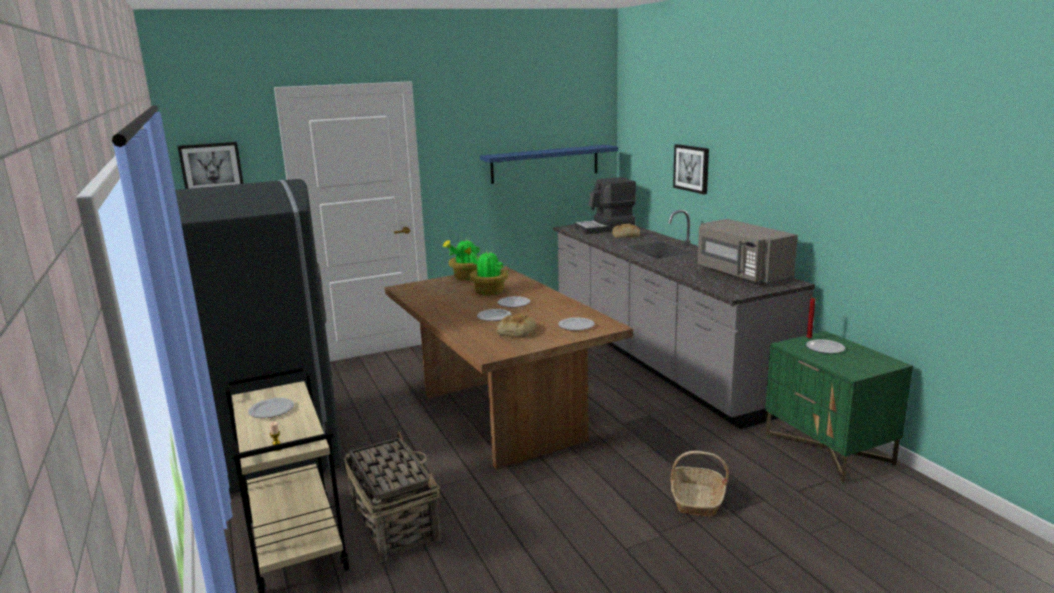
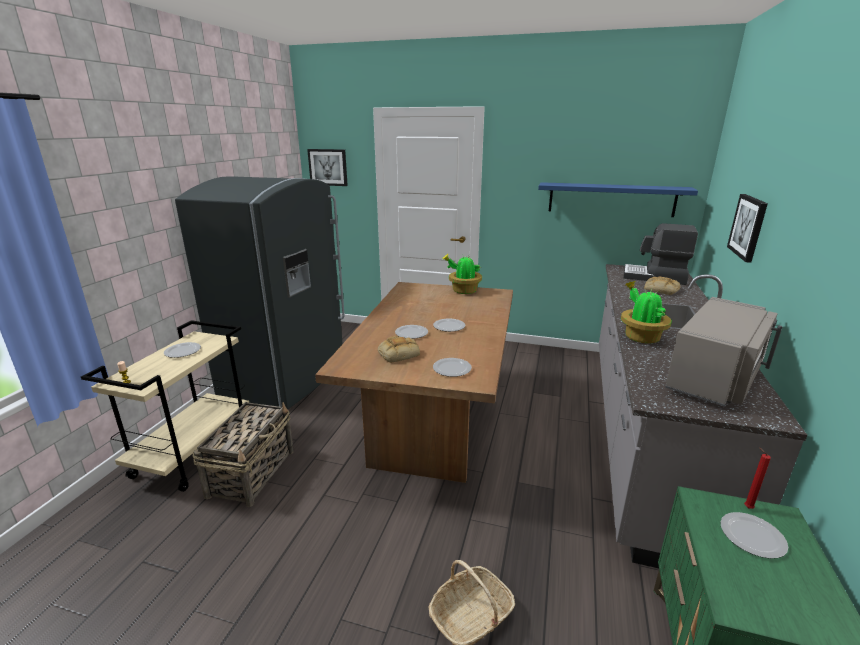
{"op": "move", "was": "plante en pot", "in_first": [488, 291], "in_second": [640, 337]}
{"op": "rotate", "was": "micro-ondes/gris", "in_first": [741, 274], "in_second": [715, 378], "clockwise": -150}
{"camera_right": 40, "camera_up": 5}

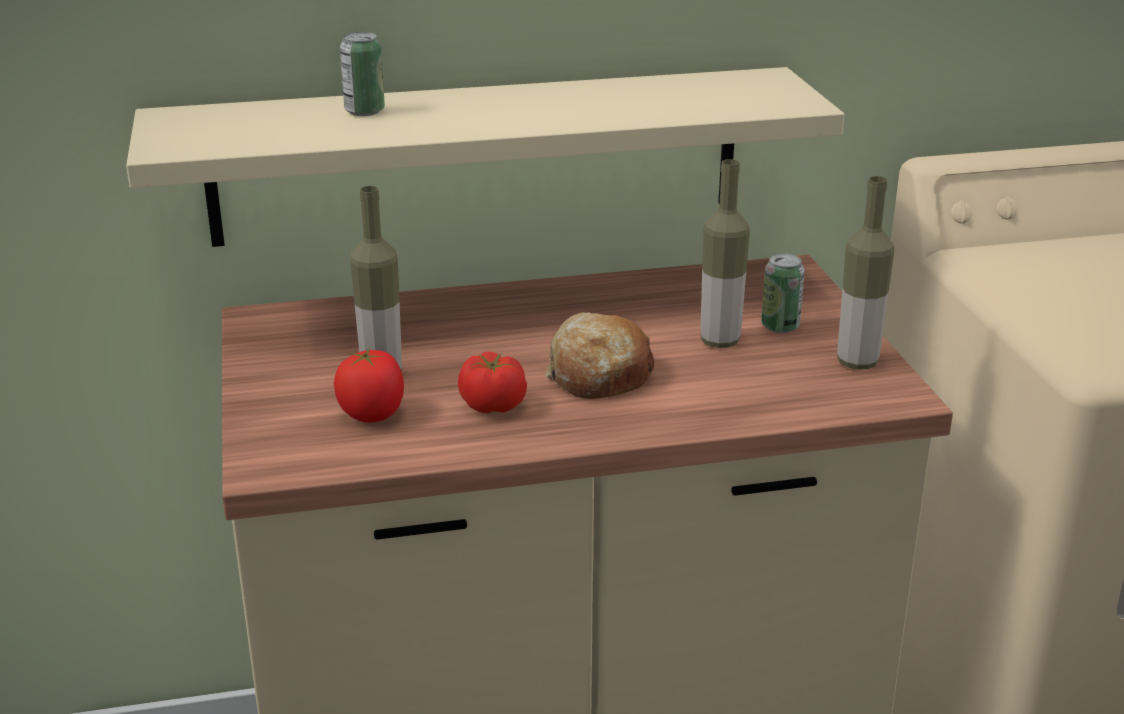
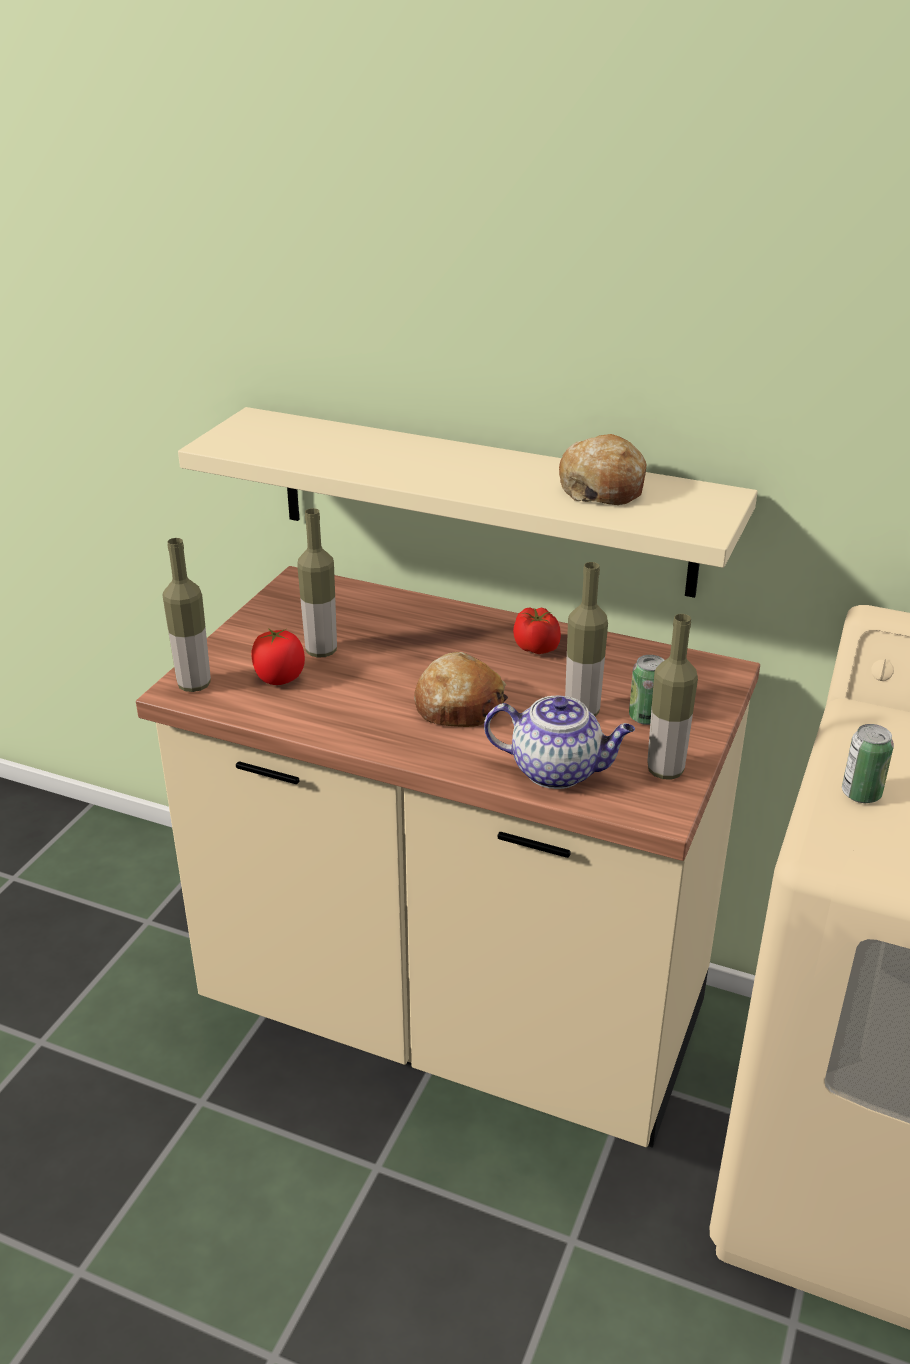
{"op": "insert", "now": "bouteille", "in_second": [194, 685]}
{"op": "insert", "now": "théière", "in_second": [558, 771]}
{"op": "insert", "now": "pain", "in_second": [602, 488]}
{"op": "move", "was": "boîte métallique", "in_first": [364, 111], "in_second": [861, 794]}
{"op": "move", "was": "tomate", "in_first": [493, 406], "in_second": [536, 648]}
{"camera_right": 35, "camera_up": 5}

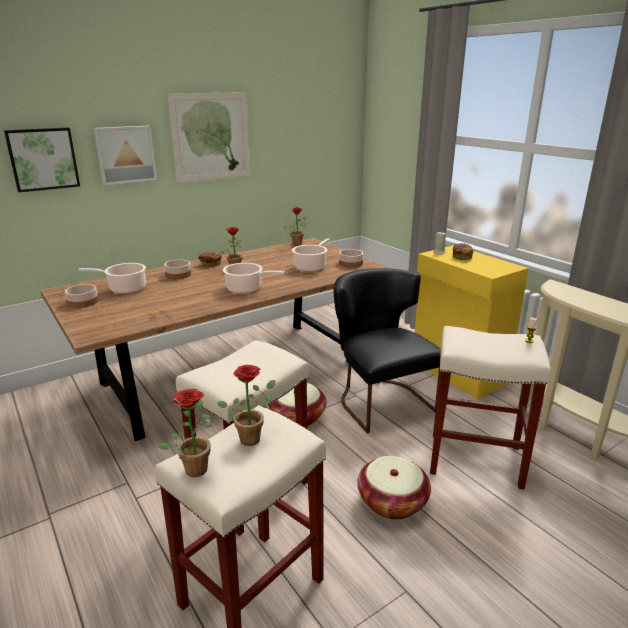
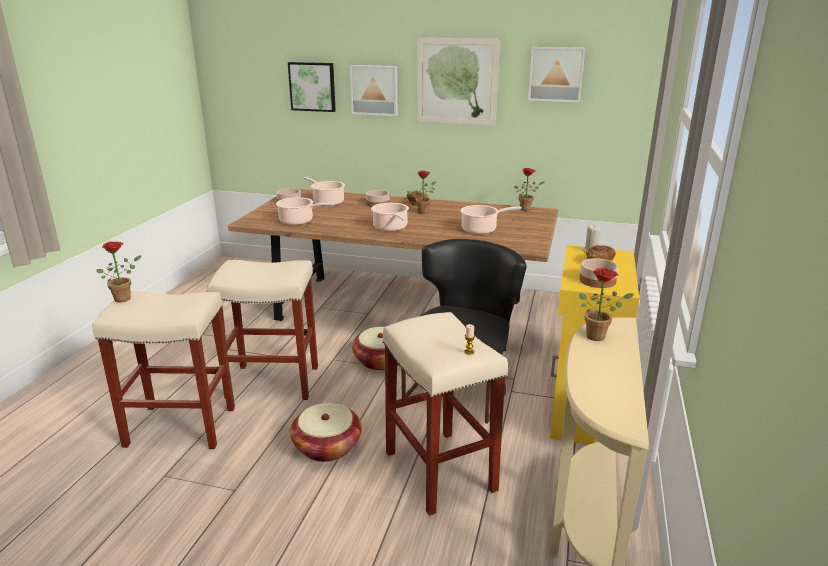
{"op": "insert", "now": "marmite", "in_second": [298, 221]}
{"op": "insert", "now": "tableau", "in_second": [556, 74]}
{"op": "move", "was": "plante en pot", "in_first": [252, 437], "in_second": [599, 336]}
{"op": "move", "was": "bol", "in_first": [350, 263], "in_second": [597, 280]}
{"camera_right": 50, "camera_up": 0}

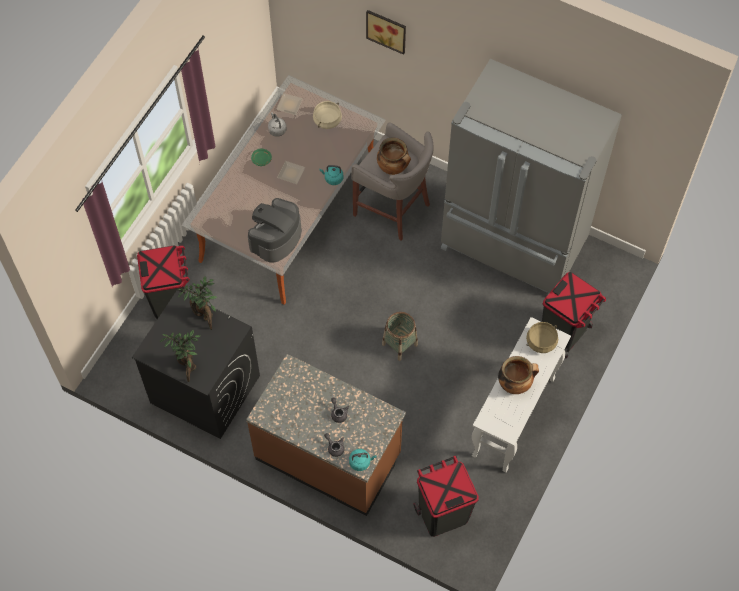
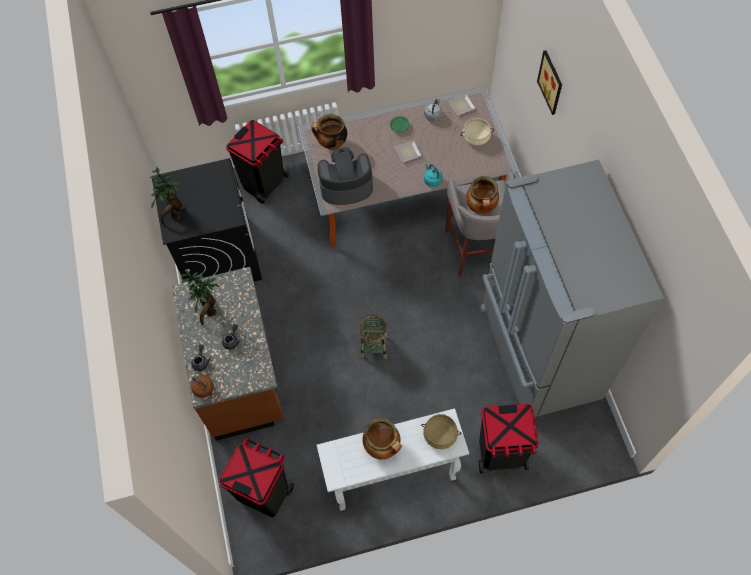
{"op": "insert", "now": "marmite", "in_second": [331, 144]}
{"op": "move", "was": "plante en pot", "in_first": [204, 316], "in_second": [209, 310]}
{"op": "recolor", "was": "bouilloire/turquoise", "now": "bouilloire/marron", "in_first": [361, 462], "in_second": [204, 389]}
{"camera_right": 50, "camera_up": 0}

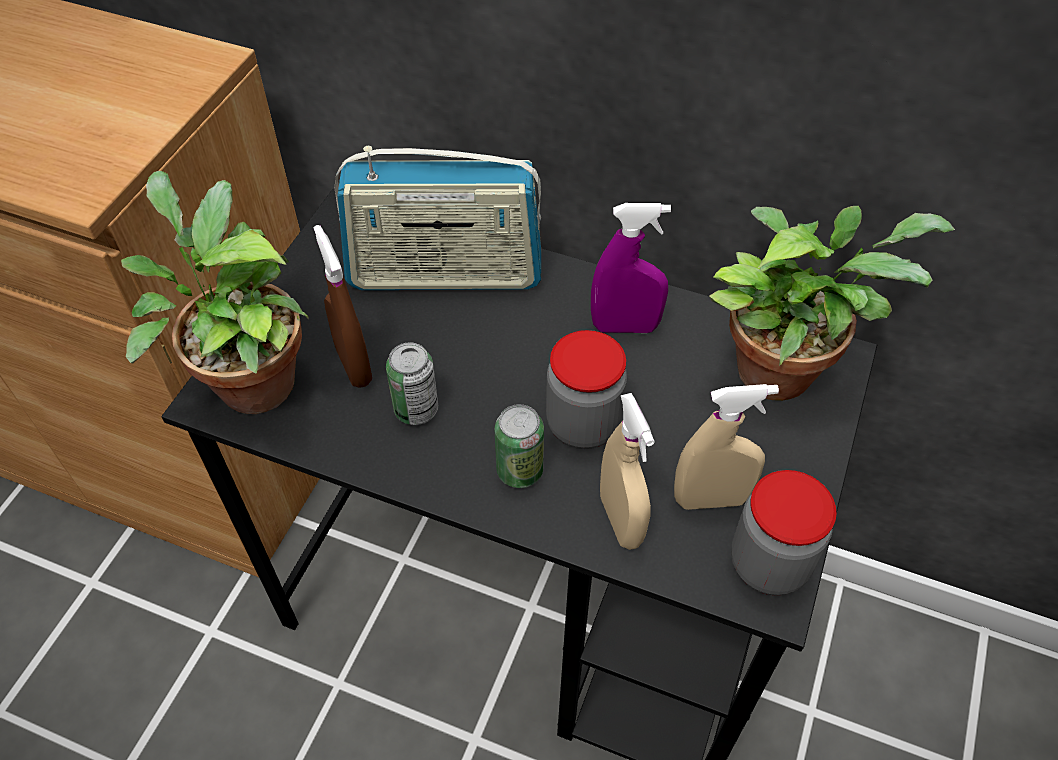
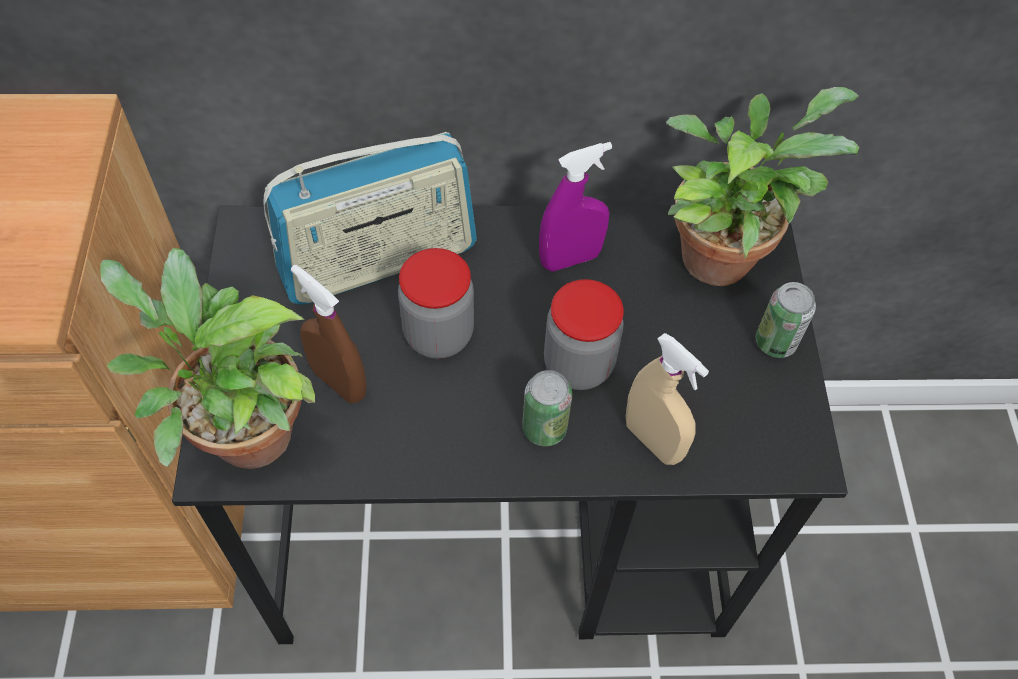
{"op": "delete", "was": "vaporisateur/beige", "in_first": [710, 499]}
{"op": "move", "was": "boîte métallique", "in_first": [416, 409], "in_second": [775, 342]}
{"op": "move", "was": "bocal", "in_first": [768, 564], "in_second": [438, 334]}
{"camera_right": -25, "camera_up": 5}

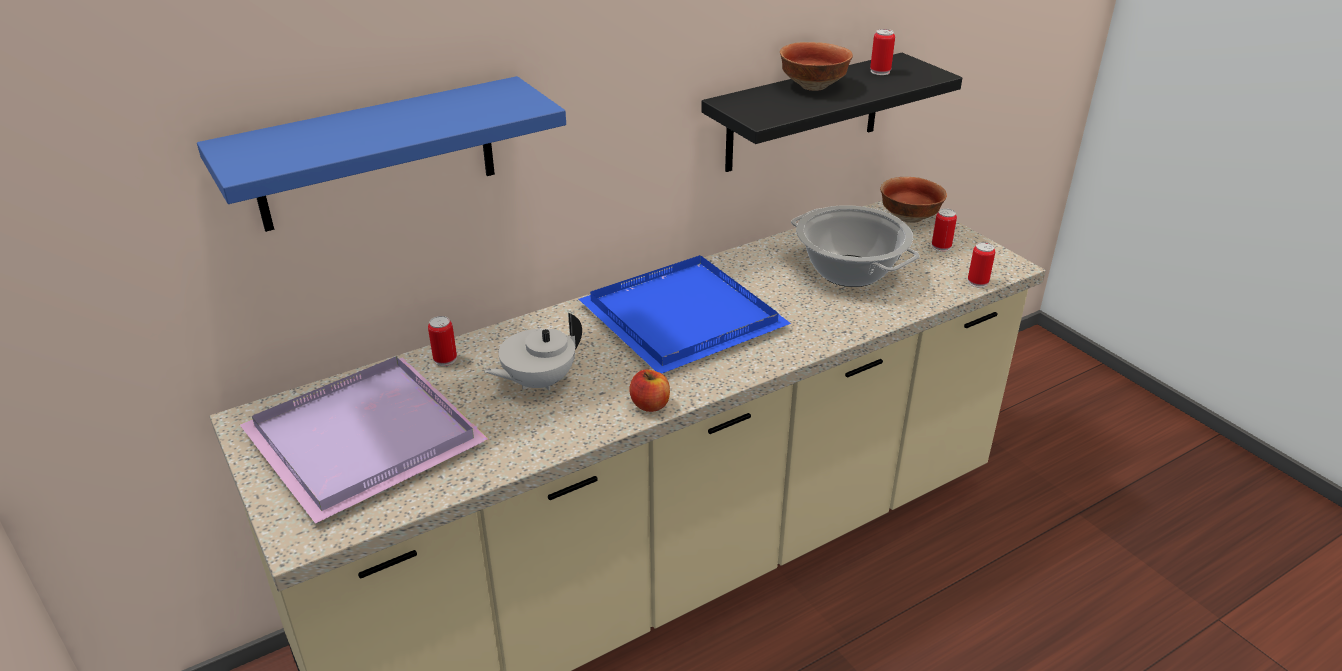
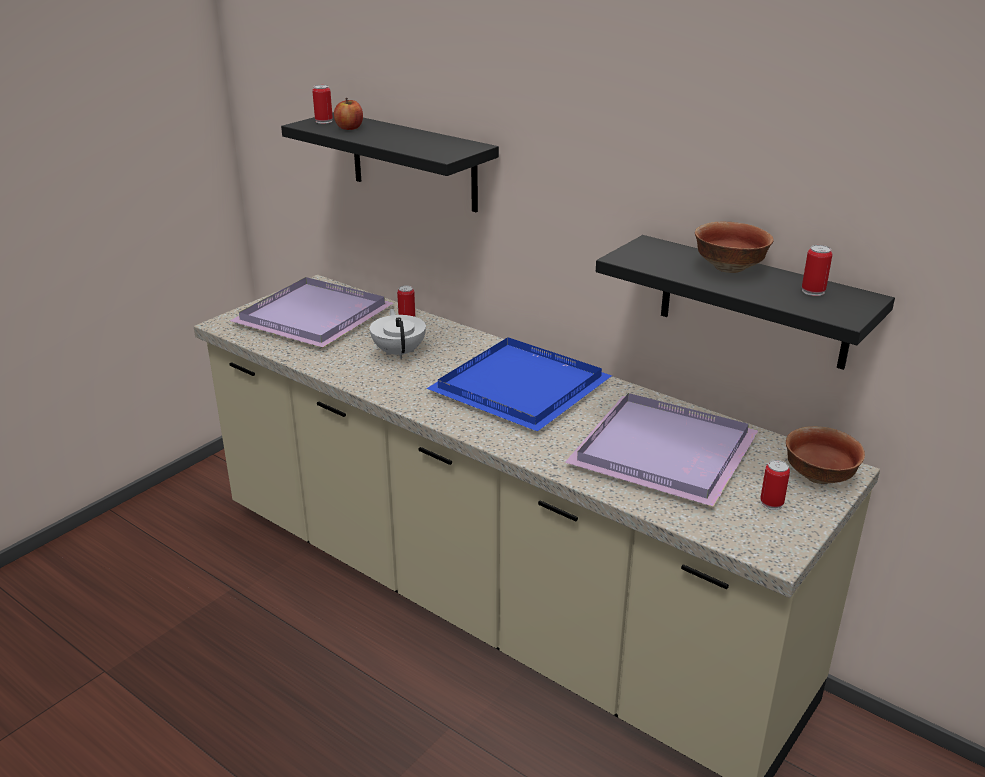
{"op": "move", "was": "pomme", "in_first": [650, 405], "in_second": [349, 128]}
{"op": "move", "was": "boîte métallique", "in_first": [977, 282], "in_second": [324, 121]}
{"op": "replace", "was": "marmite", "now": "plateau/violet", "in_first": [850, 271], "in_second": [665, 454]}
{"op": "recolor", "was": "étagère/bleu", "now": "étagère/noir", "in_first": [376, 154], "in_second": [413, 162]}
{"op": "rotate", "was": "théière/blanc", "in_first": [538, 382], "in_second": [399, 352], "clockwise": 45}
{"camera_right": 70, "camera_up": -5}

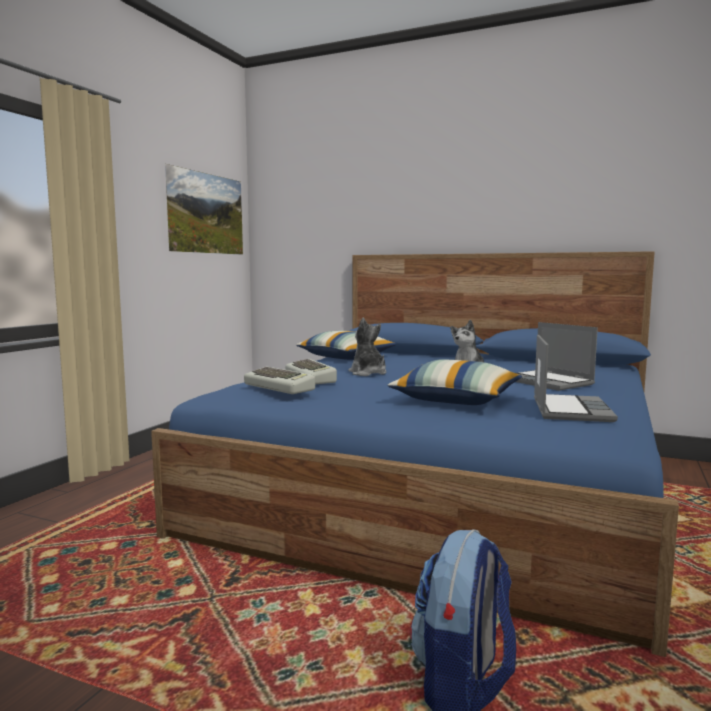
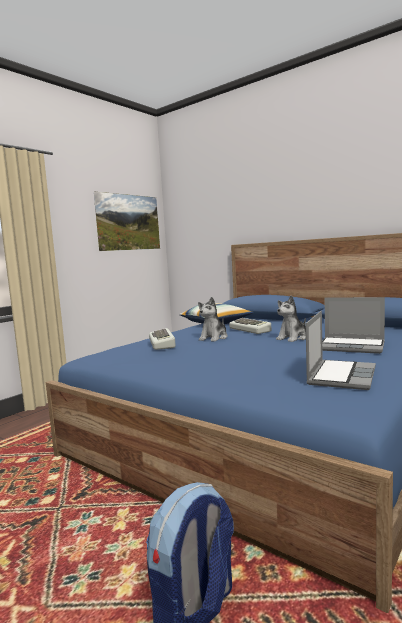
{"op": "delete", "was": "coussin", "in_first": [456, 400]}
{"op": "move", "was": "clavier", "in_first": [280, 387], "in_second": [251, 330]}
{"op": "rotate", "was": "peluche", "in_first": [368, 373], "in_second": [214, 338], "clockwise": -135}
{"op": "rotate", "was": "ordinateur portable", "in_first": [549, 382], "in_second": [352, 346], "clockwise": -45}
{"camera_right": 15, "camera_up": 0}

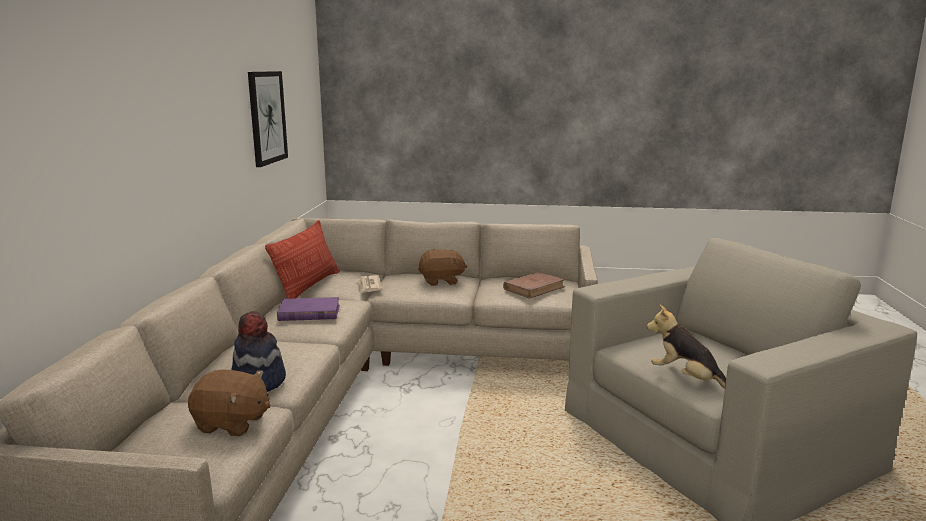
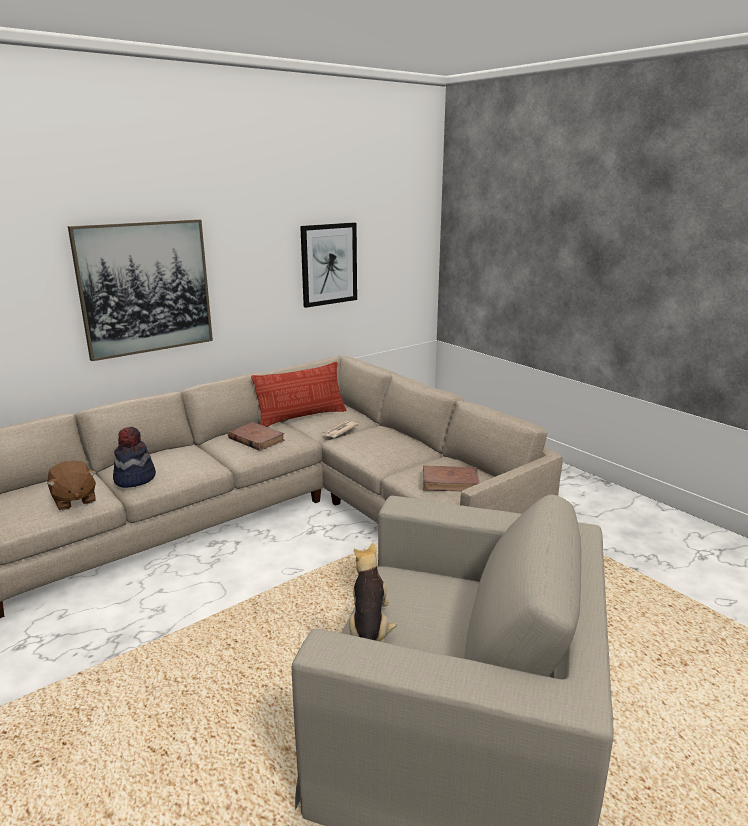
{"op": "delete", "was": "peluche/marron", "in_first": [441, 281]}
{"op": "insert", "now": "tableau", "in_second": [145, 288]}
{"op": "recolor", "was": "livre/violet", "now": "livre/marron", "in_first": [309, 313], "in_second": [256, 439]}
{"camera_right": 45, "camera_up": 5}

